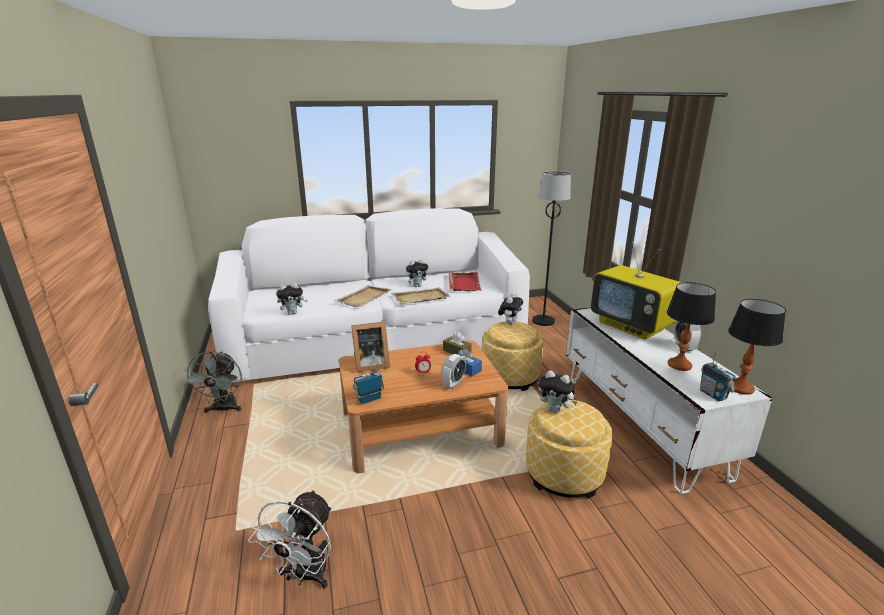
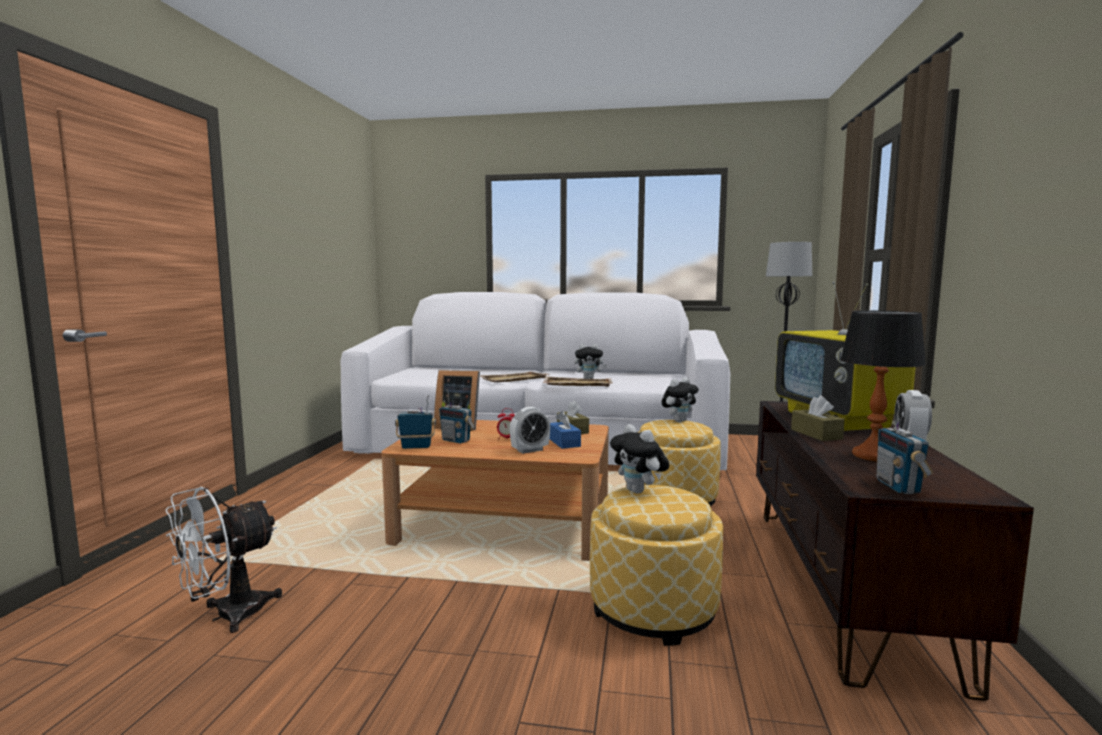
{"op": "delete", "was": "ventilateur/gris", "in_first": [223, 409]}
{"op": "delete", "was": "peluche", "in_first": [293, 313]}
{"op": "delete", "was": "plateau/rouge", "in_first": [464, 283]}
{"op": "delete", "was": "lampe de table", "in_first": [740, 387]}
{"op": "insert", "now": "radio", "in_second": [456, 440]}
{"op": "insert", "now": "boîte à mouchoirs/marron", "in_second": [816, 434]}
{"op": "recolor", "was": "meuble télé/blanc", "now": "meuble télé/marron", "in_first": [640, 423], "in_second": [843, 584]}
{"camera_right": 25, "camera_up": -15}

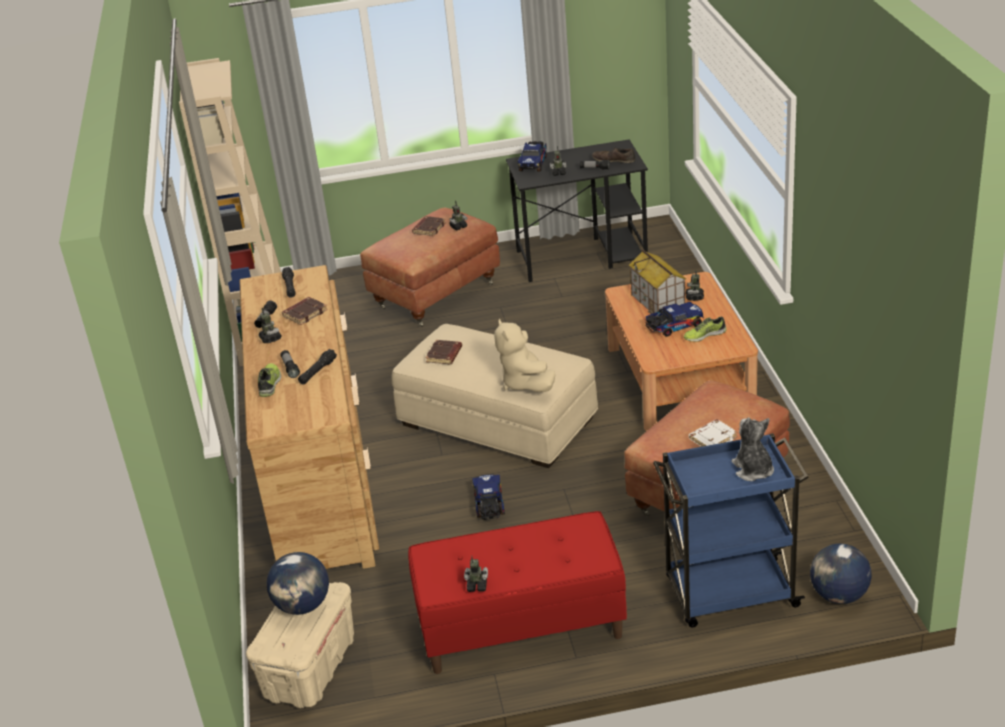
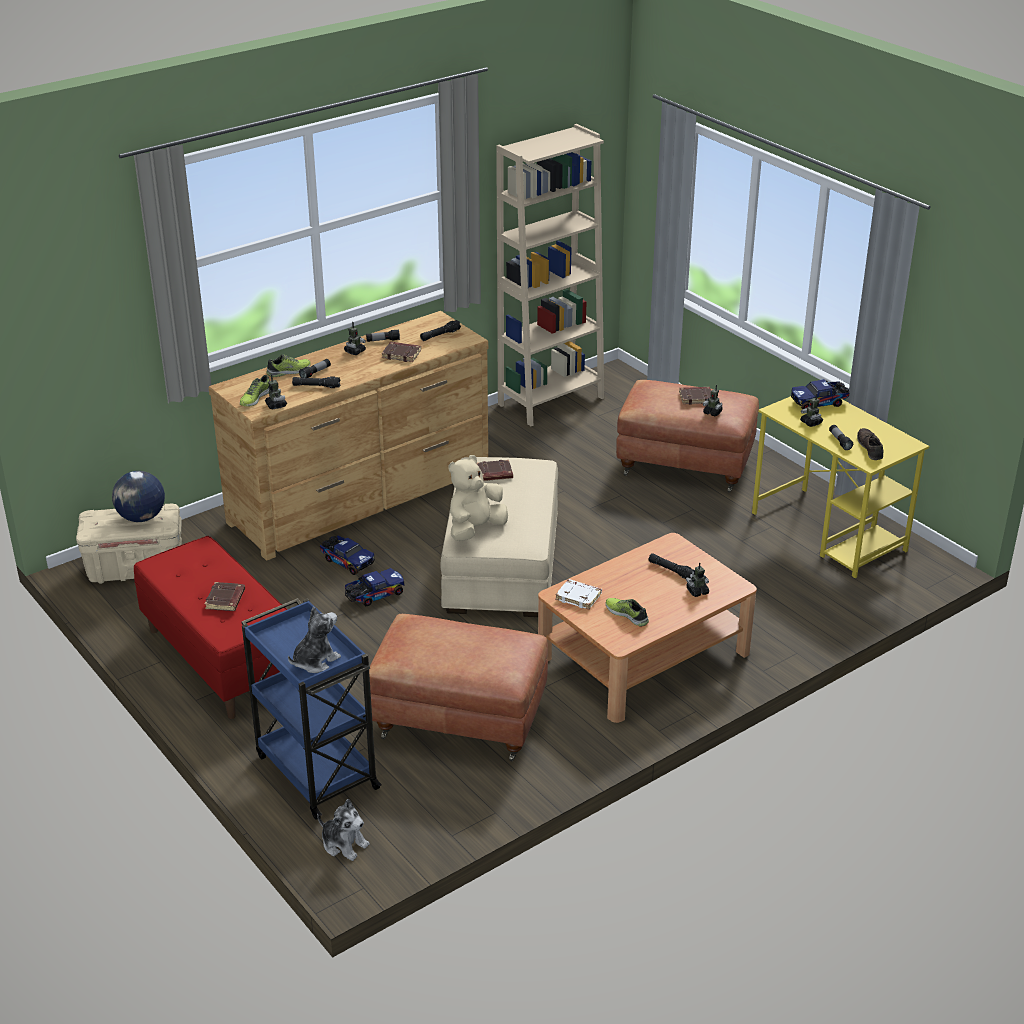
{"op": "insert", "now": "livre/marron", "in_second": [226, 600]}
{"op": "insert", "now": "chaussure", "in_second": [255, 398]}
{"op": "move", "was": "robot jouet", "in_first": [477, 586], "in_second": [276, 405]}
{"op": "move", "was": "camion jouet", "in_first": [673, 327], "in_second": [347, 561]}
{"op": "move", "was": "livre/blanc", "in_first": [712, 438], "in_second": [579, 597]}
{"op": "replace", "was": "maison miniature", "now": "lampe de poche/noir", "in_first": [658, 302], "in_second": [671, 571]}
{"op": "replace", "was": "globe", "now": "peluche", "in_first": [838, 595], "in_second": [344, 844]}
{"op": "recolor", "was": "bureau/noir", "now": "bureau/jaune", "in_first": [582, 256], "in_second": [829, 532]}
{"camera_right": 60, "camera_up": 0}

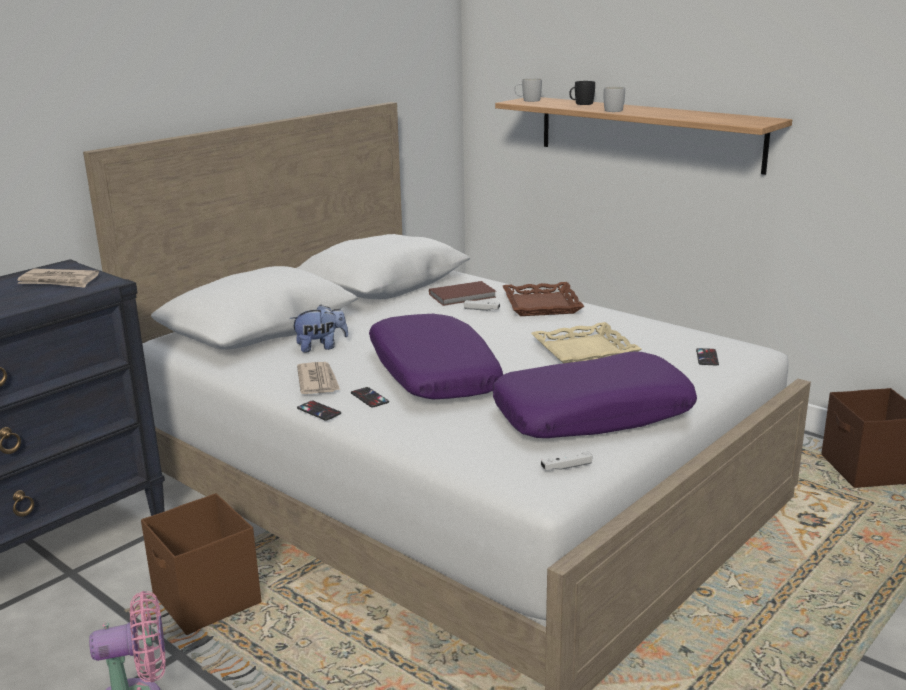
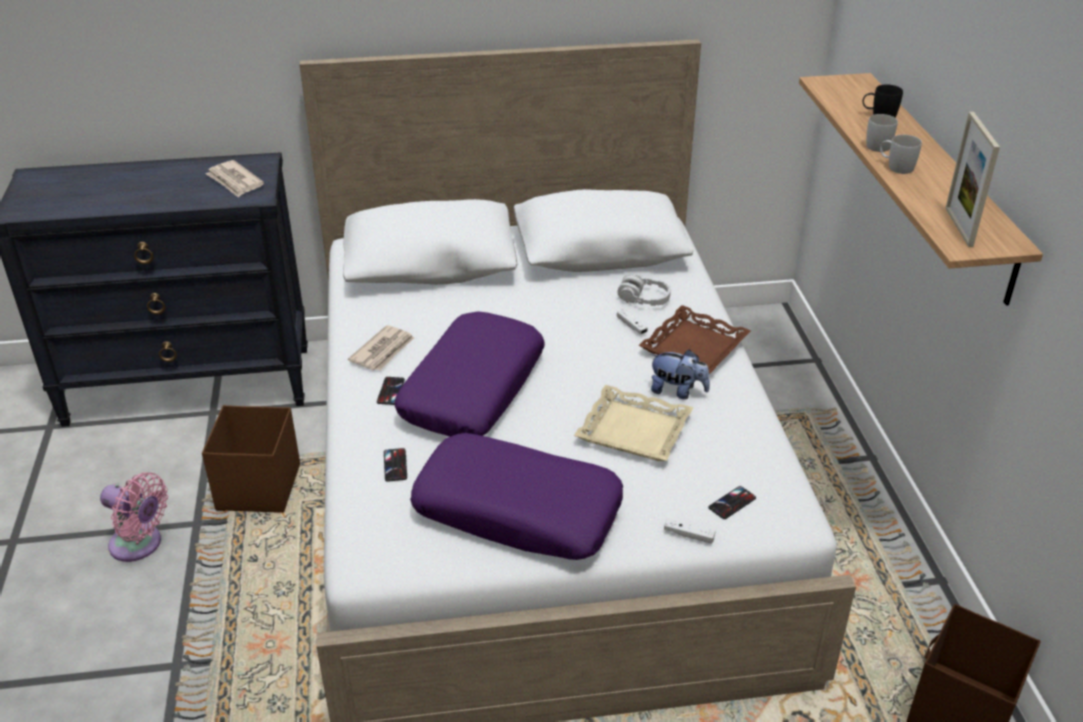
{"op": "insert", "now": "cadre photo", "in_second": [958, 227]}
{"op": "move", "was": "peluche", "in_first": [321, 347], "in_second": [677, 391]}
{"op": "move", "was": "téléphone", "in_first": [319, 411], "in_second": [395, 465]}
{"op": "move", "was": "mug/blanc", "in_first": [528, 100], "in_second": [895, 167]}
{"op": "move", "was": "manette/blanc", "in_first": [566, 467], "in_second": [689, 535]}
{"op": "replace", "was": "livre/marron", "now": "casque audio/gris", "in_first": [463, 296], "in_second": [644, 299]}
{"camera_right": 40, "camera_up": 15}

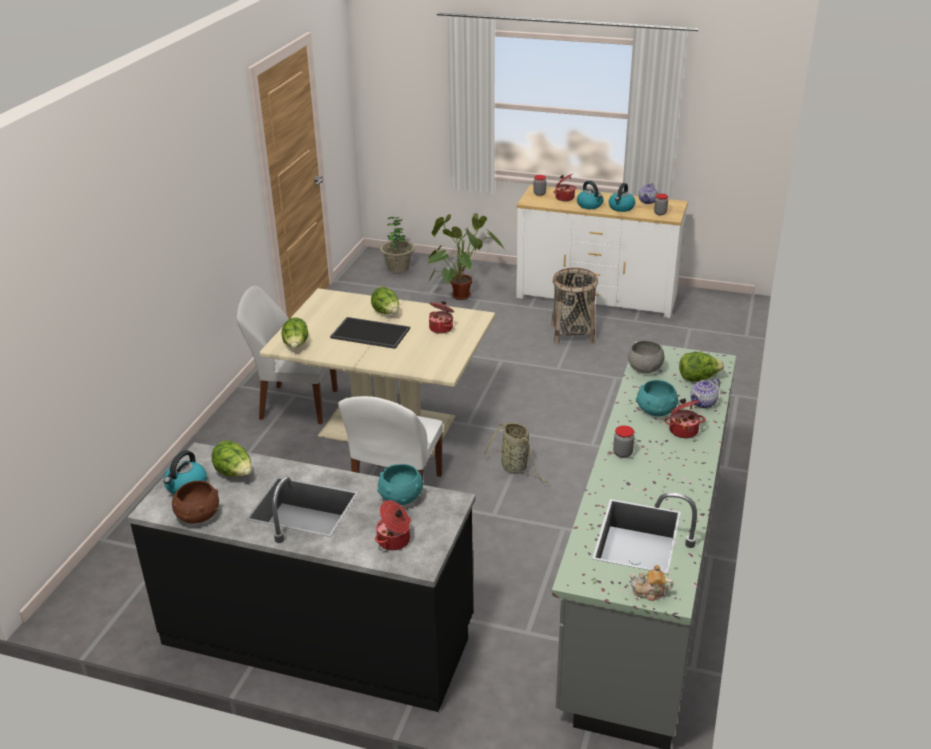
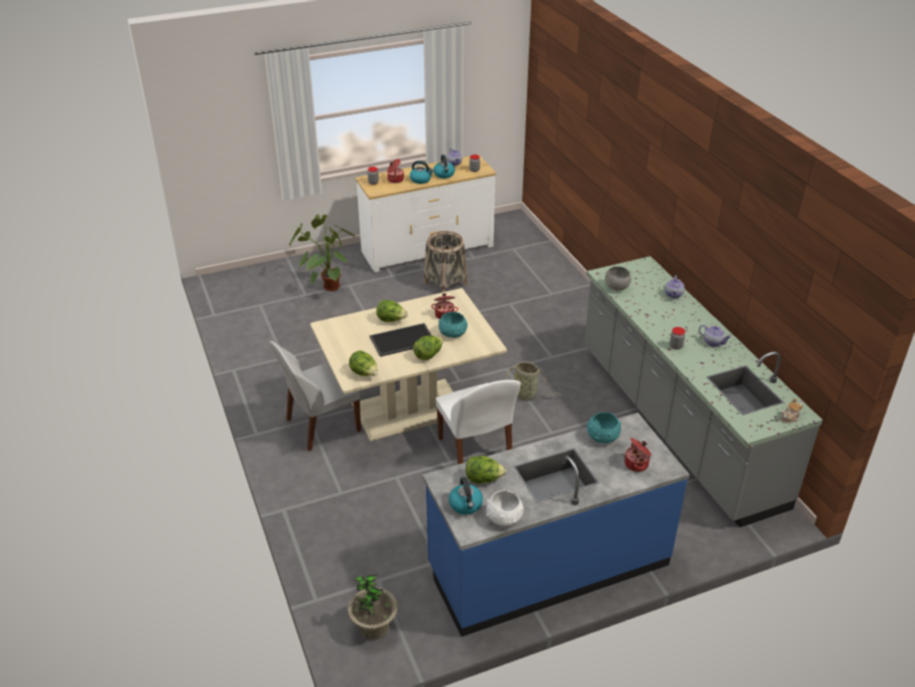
{"op": "delete", "was": "marmite", "in_first": [683, 430]}
{"op": "insert", "now": "théière", "in_second": [713, 342]}
{"op": "move", "was": "plante en pot", "in_first": [398, 268], "in_second": [374, 627]}
{"op": "move", "was": "bol/turquoise", "in_first": [656, 411], "in_second": [453, 334]}
{"op": "move", "was": "laitue", "in_first": [698, 378], "in_second": [428, 355]}
{"op": "recolor", "was": "comptoir de cuisine/noir", "now": "comptoir de cuisine/bleu", "in_first": [319, 633], "in_second": [548, 565]}
{"op": "recolor", "was": "bol/marron", "now": "bol/blanc", "in_first": [197, 516], "in_second": [504, 518]}
{"camera_right": -40, "camera_up": 5}

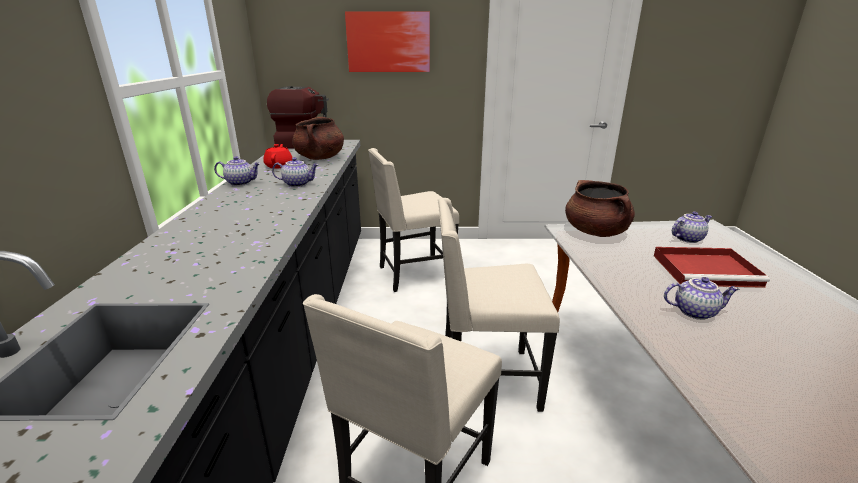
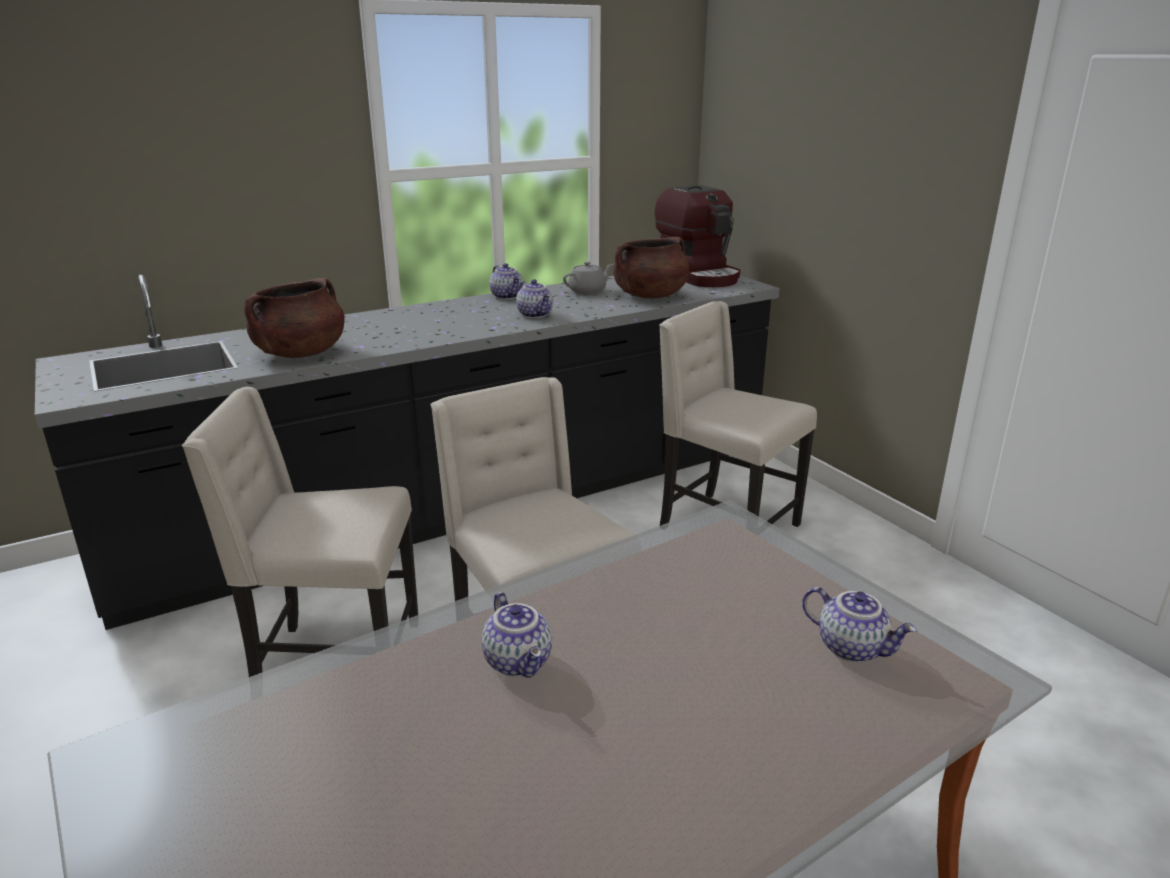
{"op": "delete", "was": "tableau", "in_first": [388, 42]}
{"op": "delete", "was": "plateau/rouge", "in_first": [707, 270]}
{"op": "move", "was": "marmite/marron", "in_first": [596, 232], "in_second": [300, 353]}
{"op": "recolor", "was": "théière/rouge", "now": "théière/gris", "in_first": [279, 166], "in_second": [588, 291]}
{"camera_right": 60, "camera_up": 0}

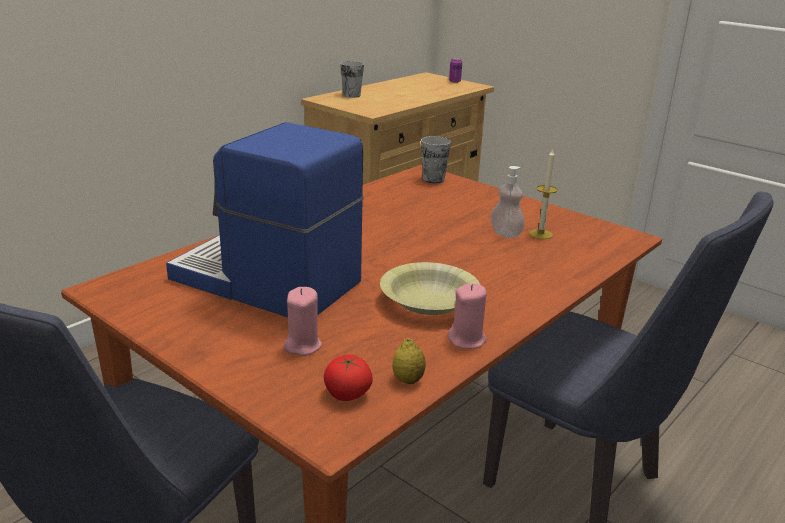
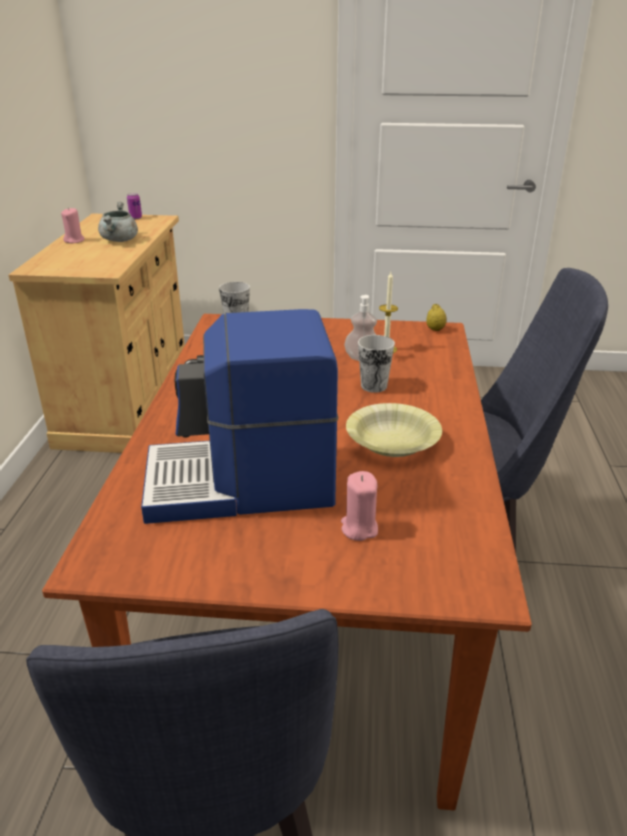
{"op": "delete", "was": "tomate", "in_first": [347, 394]}
{"op": "insert", "now": "marmite/gris", "in_second": [120, 240]}
{"op": "move", "was": "tasse", "in_first": [351, 95], "in_second": [374, 386]}
{"op": "move", "was": "citron", "in_first": [408, 380], "in_second": [435, 329]}
{"op": "move", "was": "bougie/rose", "in_first": [467, 340], "in_second": [74, 240]}
{"camera_right": -35, "camera_up": 5}

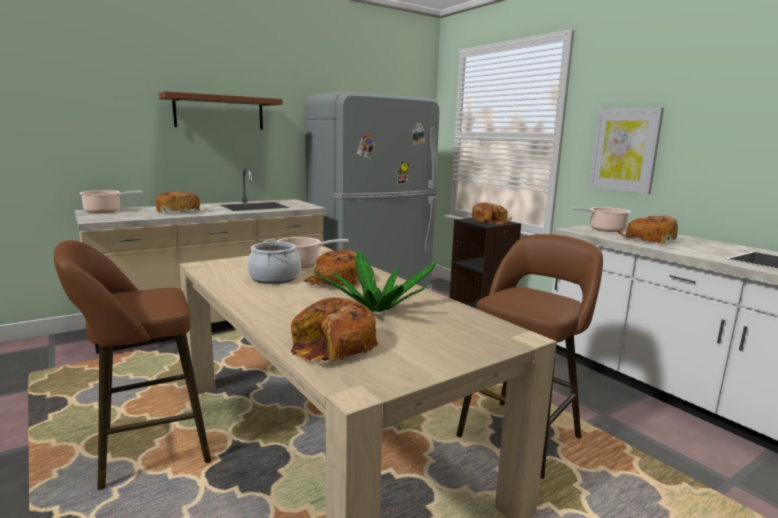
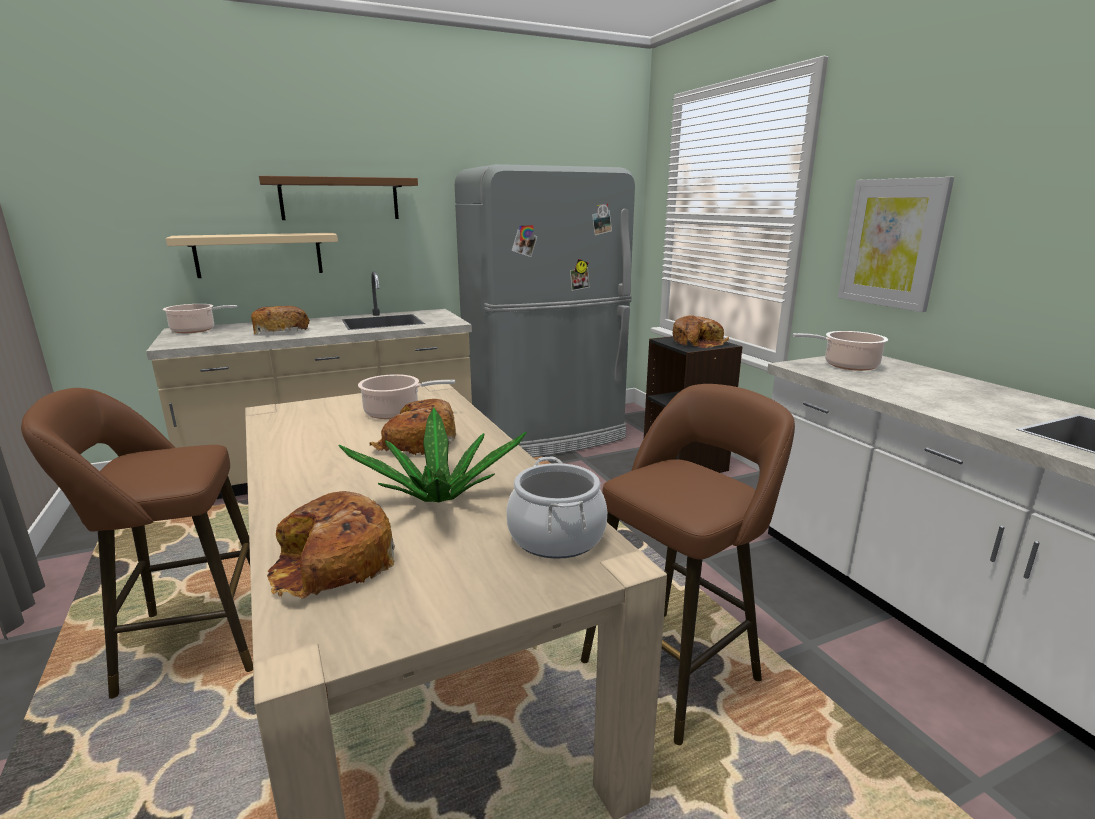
{"op": "delete", "was": "pain", "in_first": [648, 239]}
{"op": "insert", "now": "étagère/beige", "in_second": [259, 254]}
{"op": "move", "was": "marmite", "in_first": [275, 278], "in_second": [557, 537]}
{"camera_right": 10, "camera_up": 5}

